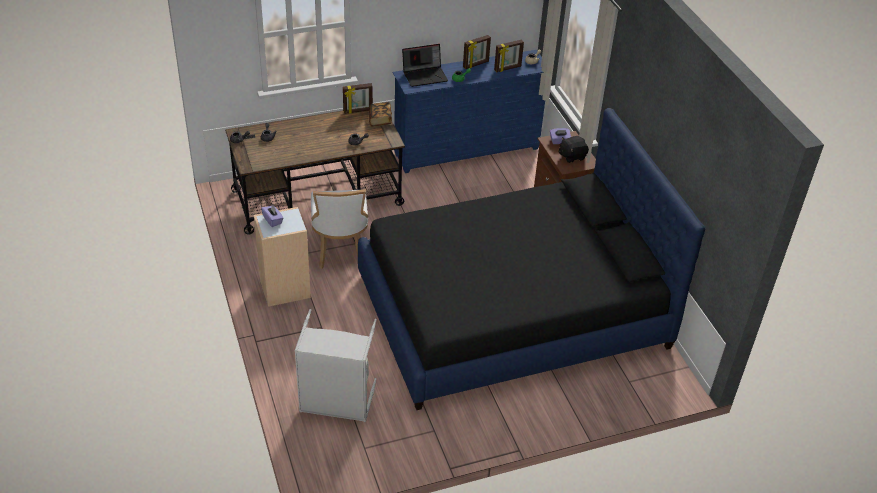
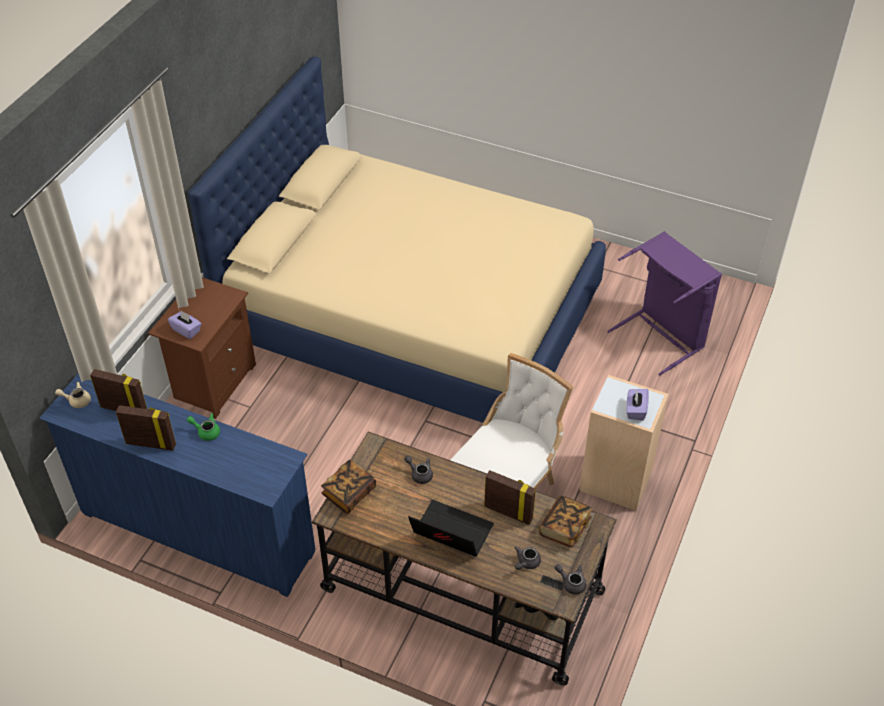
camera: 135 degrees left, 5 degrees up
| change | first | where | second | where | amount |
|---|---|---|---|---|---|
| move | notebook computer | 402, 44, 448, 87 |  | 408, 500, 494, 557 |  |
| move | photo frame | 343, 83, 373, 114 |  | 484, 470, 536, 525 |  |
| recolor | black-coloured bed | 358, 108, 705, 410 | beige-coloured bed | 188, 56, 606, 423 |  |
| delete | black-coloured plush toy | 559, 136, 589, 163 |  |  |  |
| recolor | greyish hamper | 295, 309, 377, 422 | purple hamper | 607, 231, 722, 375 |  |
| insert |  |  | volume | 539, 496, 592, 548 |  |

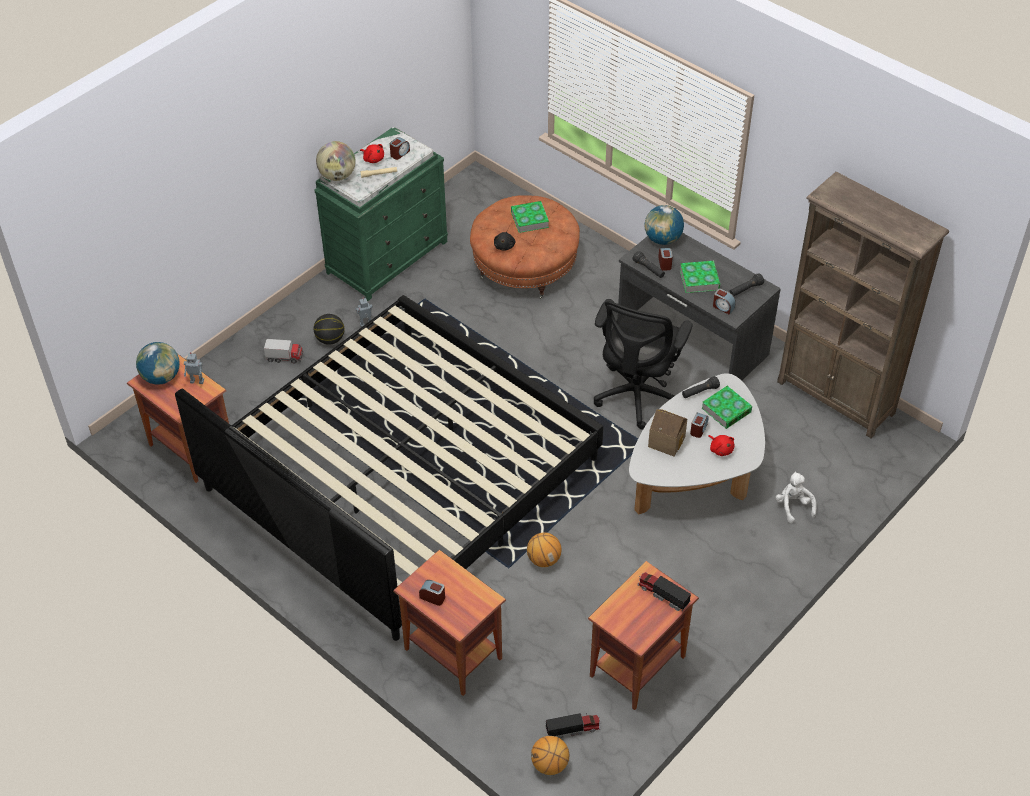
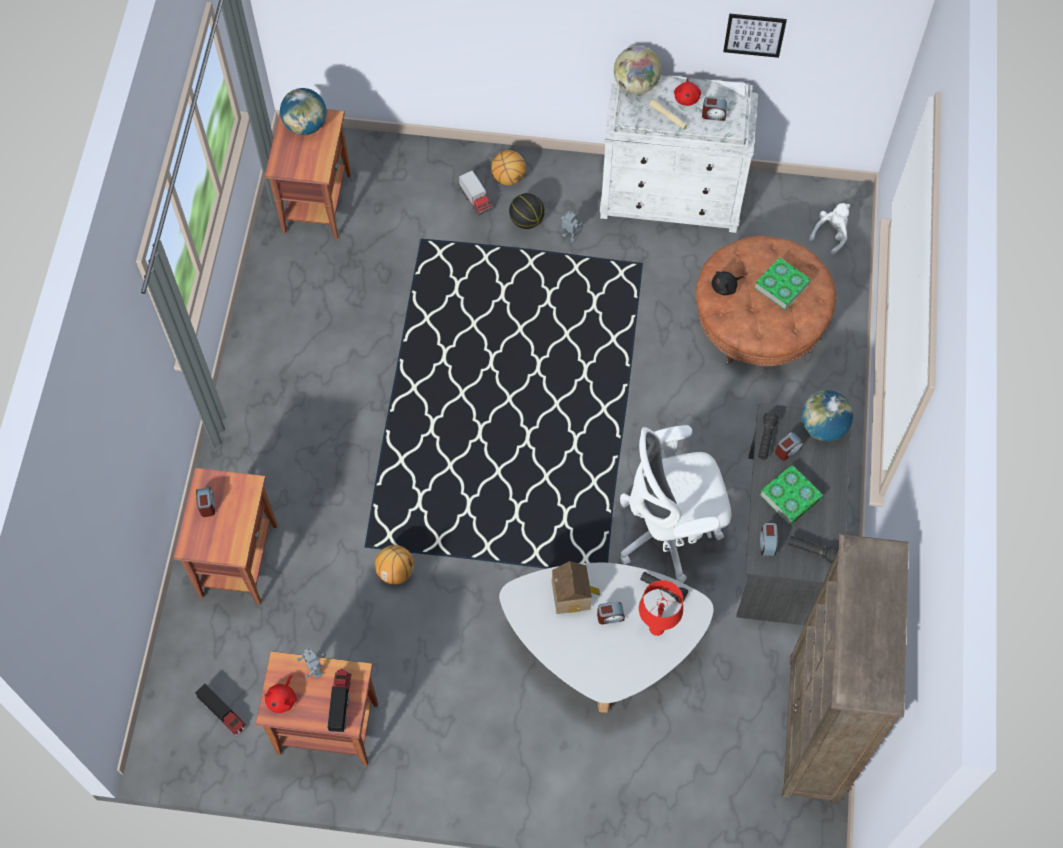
camera: 55 degrees right, 15 degrees up
| change | first | where | second | where | amount |
|---|---|---|---|---|---|
| recolor | green-coloured drawer chest | 315, 127, 448, 301 | white-coloured drawer chest | 600, 75, 758, 233 |  |
| delete | bed | 175, 295, 604, 641 |  |  |  |
| recolor | black-coloured desk chair | 594, 299, 693, 429 | white-coloured desk chair | 620, 425, 732, 583 |  |
| move | toy robot | 184, 352, 204, 384 |  | 297, 649, 326, 679 |  |
| replace | volume | 702, 386, 752, 429 | reddish tabletop lamp | 639, 580, 683, 636 |  |
| move | reddish plush toy | 708, 435, 735, 456 |  | 264, 675, 297, 713 |  |
| move | white-coloured plush toy | 776, 472, 816, 523 |  | 809, 203, 850, 255 |  |
| move | basketball ball | 531, 736, 569, 775 |  | 491, 150, 526, 185 |  |
| insert |  |  | picture | 723, 14, 787, 58 |  |

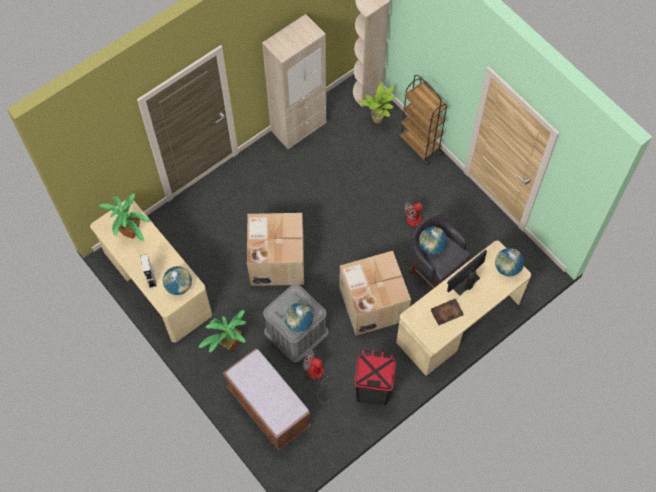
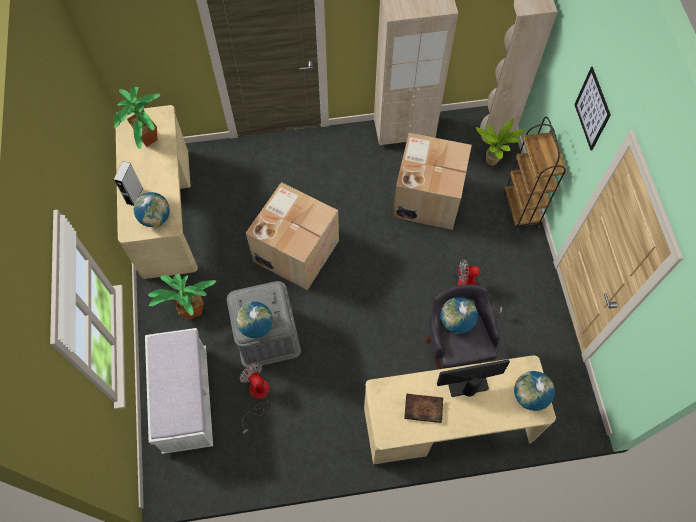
camera: 30 degrees right, 0 degrees up
| change | first | where | second | where | amount |
|---|---|---|---|---|---|
| move | cardboard box | 339, 251, 411, 336 |  | 392, 133, 472, 230 |  |
| recolor | brown-coloured bench | 223, 348, 311, 451 | white-coloured bench | 145, 328, 213, 454 |  |
| delete | black-coloured waste bin | 354, 349, 396, 405 |  |  |  |
| insert |  |  | picture | 574, 67, 611, 151 |  |

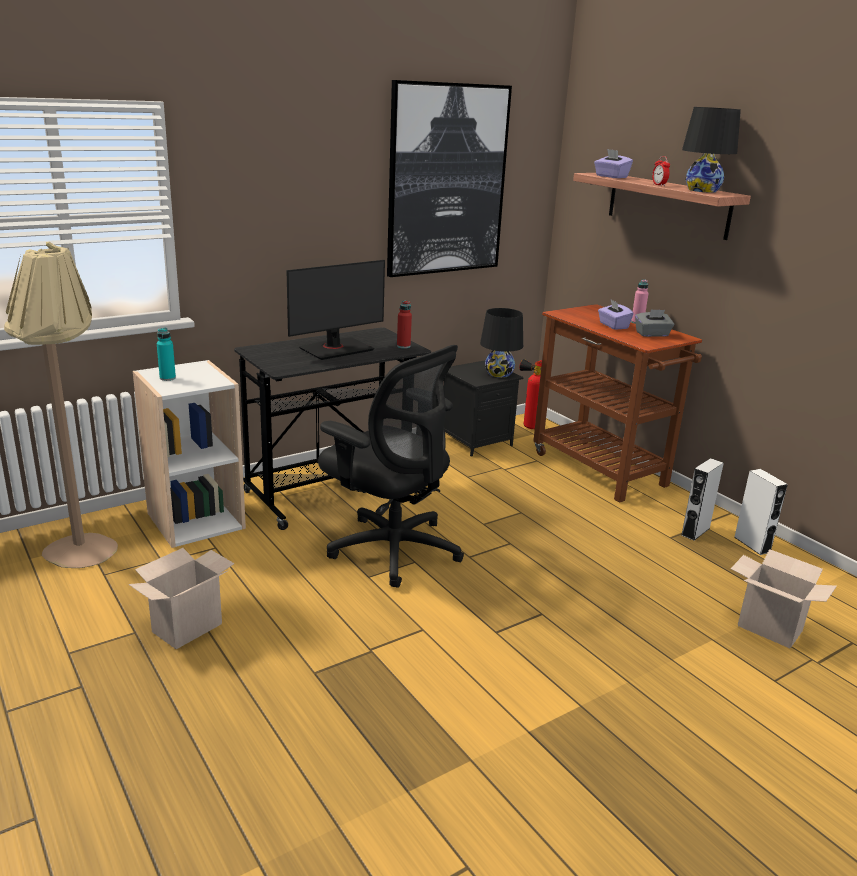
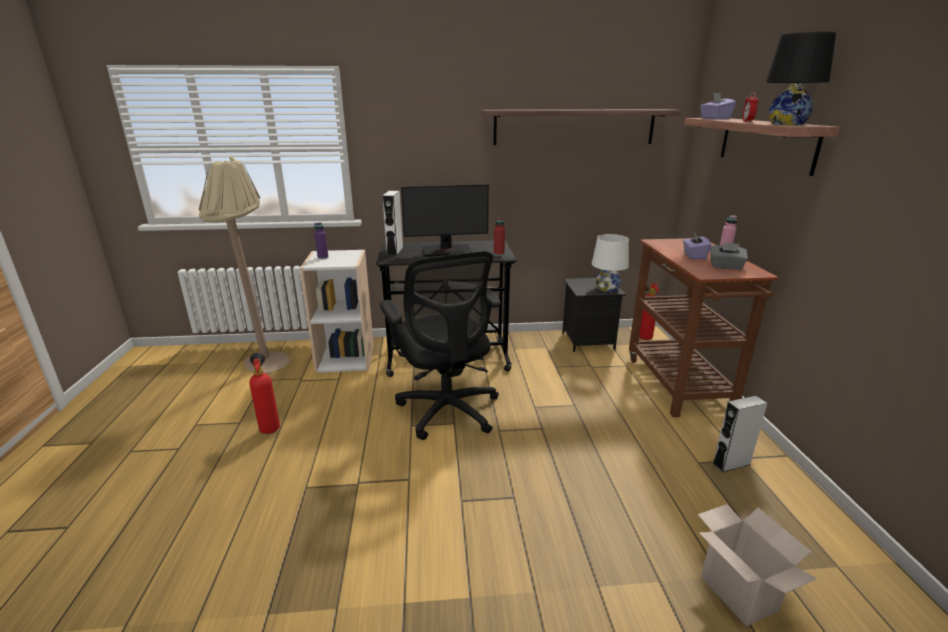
camera: 30 degrees right, 0 degrees up
| change | first | where | second | where | amount |
|---|---|---|---|---|---|
| replace | picture | 387, 80, 512, 277 | wall shelf | 481, 109, 681, 145 |  |
| recolor | black-coloured tabletop lamp | 480, 308, 523, 378 | white-coloured tabletop lamp | 592, 234, 629, 292 |  |
| recolor | blue-green drink bottle | 157, 328, 176, 381 | purple drink bottle | 314, 222, 329, 259 |  |
| move | white-coloured speaker | 734, 469, 788, 555 |  | 382, 191, 403, 255 |  |
| replace | cardboard box | 128, 548, 234, 649 | fire-fighting cylinder | 249, 353, 280, 434 |  |

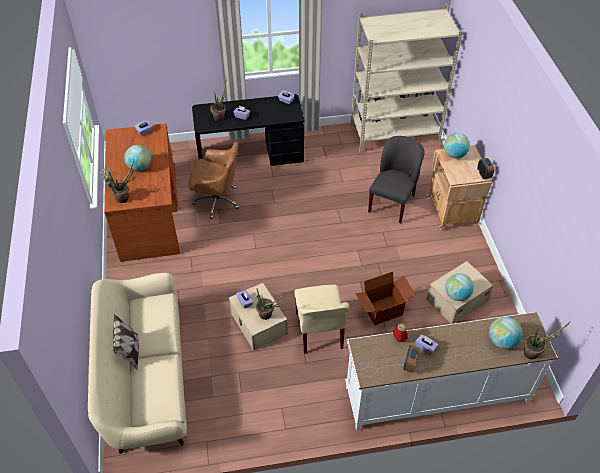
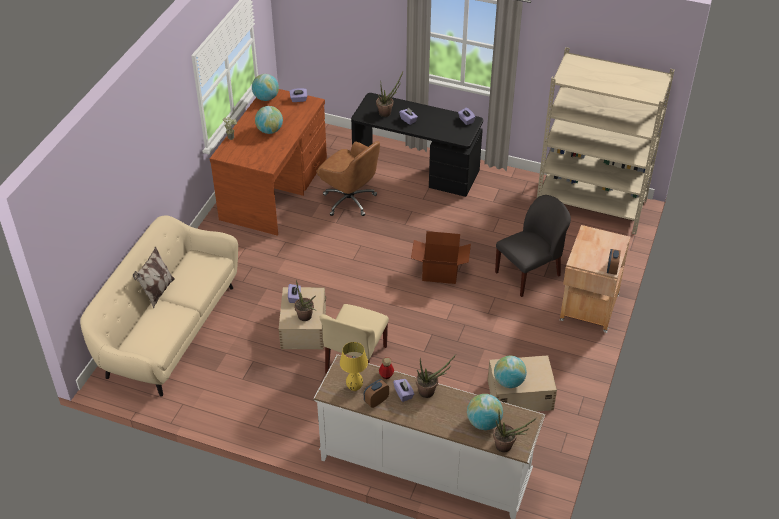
camera: 30 degrees right, 5 degrees down
| change | first | where | second | where | amount |
|---|---|---|---|---|---|
| move | desk globe | 444, 133, 470, 159 |  | 252, 74, 279, 101 |  |
| move | plant in a pot | 109, 160, 134, 203 |  | 416, 354, 456, 398 |  |
| move | cardboard box | 355, 272, 415, 325 |  | 411, 231, 471, 284 |  |
| insert |  |  | yellow-coloured tabletop lamp | 340, 342, 368, 391 |  |

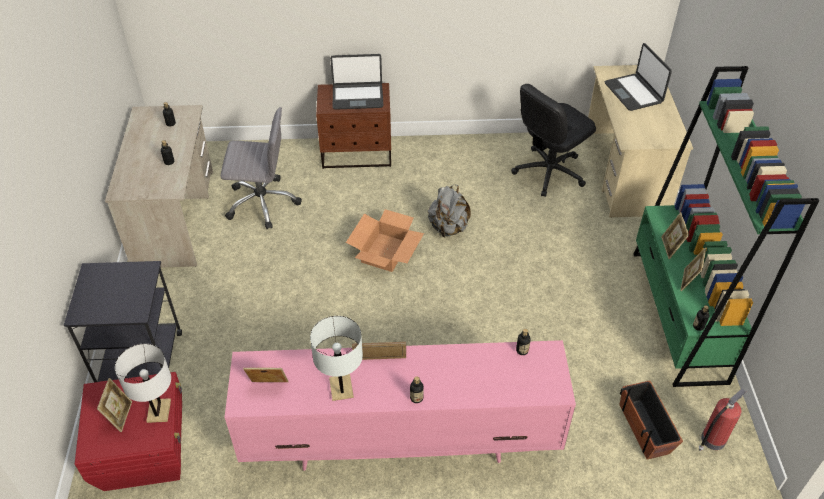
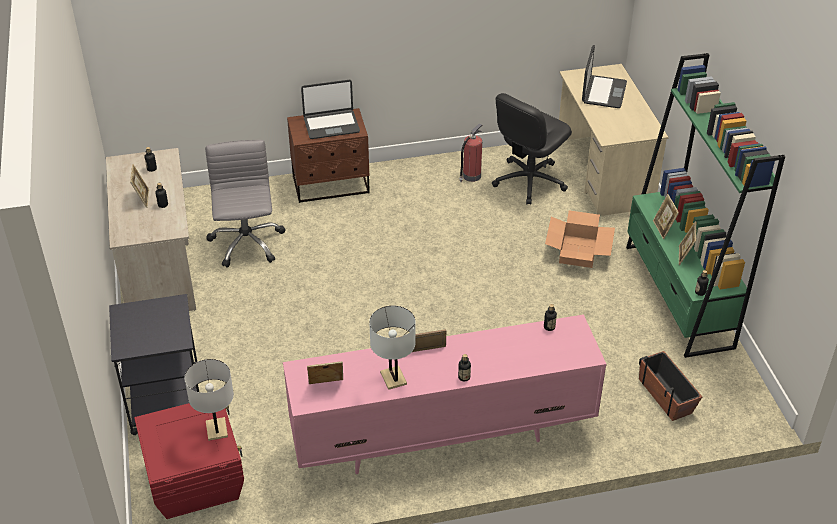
camera: 10 degrees left, 5 degrees down
| change | first | where | second | where | amount |
|---|---|---|---|---|---|
| rotate | notebook computer | 604, 43, 672, 111 |  | 582, 45, 627, 108 | 135 degrees counterclockwise |
| rotate | greyish desk chair | 221, 107, 302, 229 |  | 205, 140, 286, 267 | 90 degrees counterclockwise |
| delete | greyish rucksack | 428, 185, 471, 237 |  |  |  |
| move | cardboard box | 346, 209, 424, 272 |  | 545, 210, 615, 268 |  |
| move | photo frame | 97, 378, 132, 432 |  | 130, 164, 149, 208 |  |
| move | fire-fighting cylinder | 699, 389, 746, 451 |  | 459, 123, 482, 183 |  |

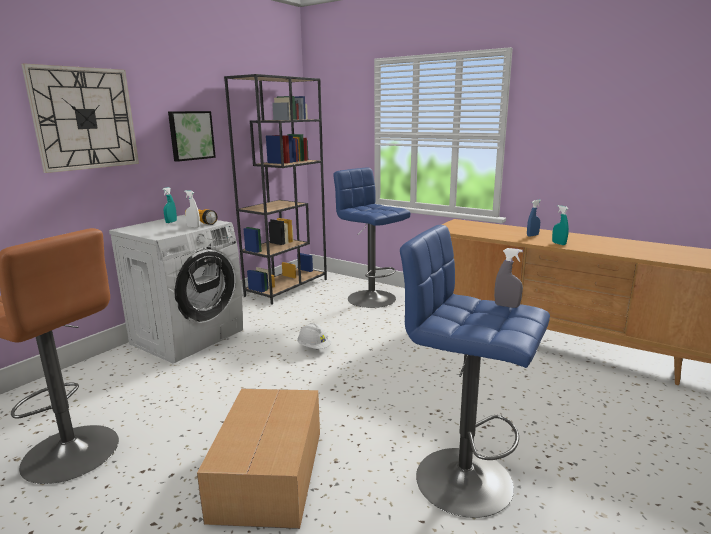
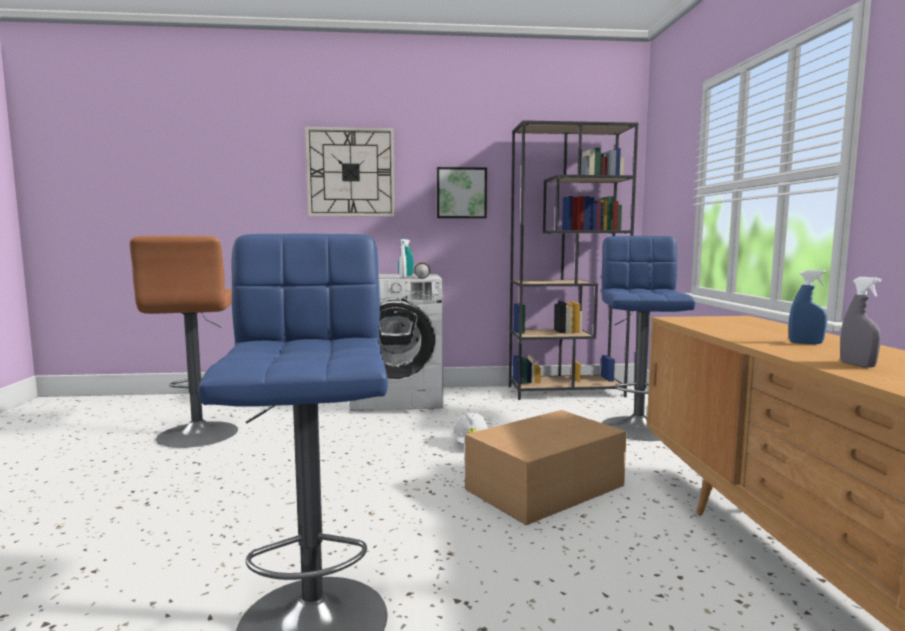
camera: 50 degrees right, 10 degrees down
| change | first | where | second | where | amount |
|---|---|---|---|---|---|
| delete | blue-green hand sprayer | 552, 205, 569, 245 |  |  |  |
| move | greyish hand sprayer | 494, 248, 523, 308 |  | 840, 277, 882, 368 |  |
| move | cardboard box | 197, 389, 320, 529 |  | 465, 410, 627, 525 |  |

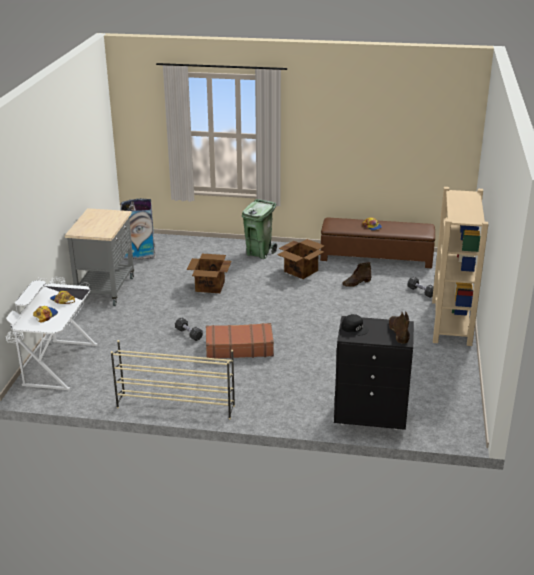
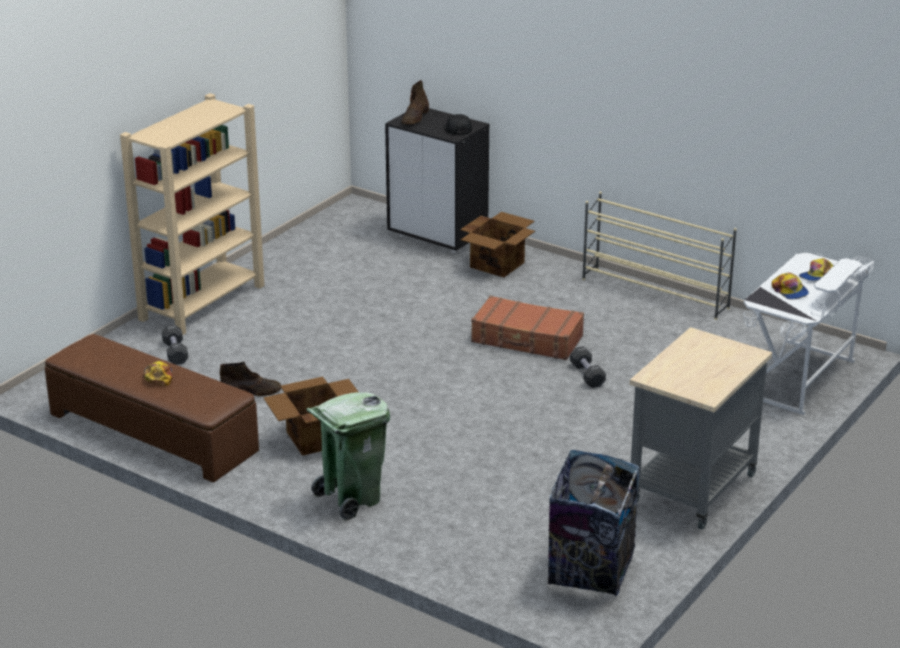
camera: 155 degrees left, 0 degrees up
| change | first | where | second | where | amount |
|---|---|---|---|---|---|
| move | cardboard box | 187, 254, 232, 293 |  | 460, 212, 535, 277 |  |

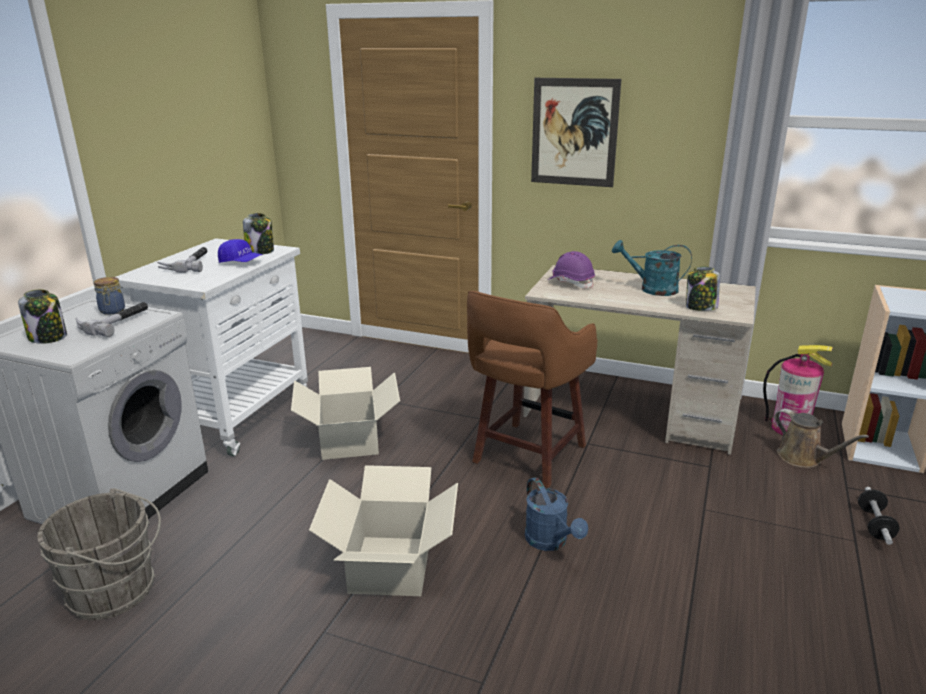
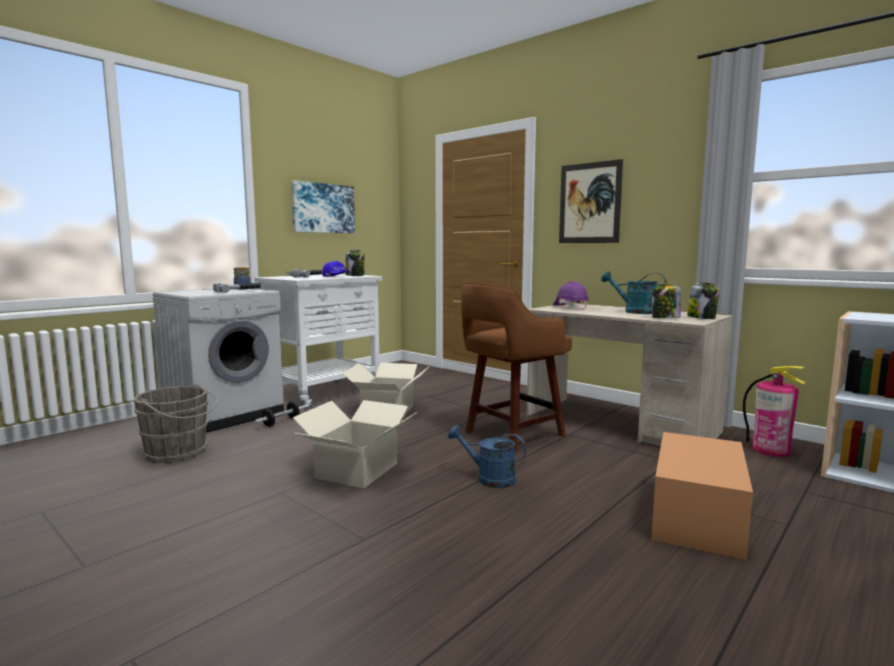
camera: 20 degrees right, 15 degrees down
| change | first | where | second | where | amount |
|---|---|---|---|---|---|
| move | preserve jar | 18, 289, 67, 344 |  | 687, 282, 719, 319 |  |
| delete | brown-coloured watering pot | 775, 409, 869, 468 |  |  |  |
| rotate | blue watering pot | 525, 477, 588, 551 |  | 448, 425, 526, 488 | 120 degrees clockwise |
| move | free weight | 858, 487, 899, 545 |  | 255, 402, 305, 427 |  |
| insert |  |  | picture | 291, 180, 355, 233 |  |
| insert |  |  | cardboard box | 651, 432, 753, 560 |  |

